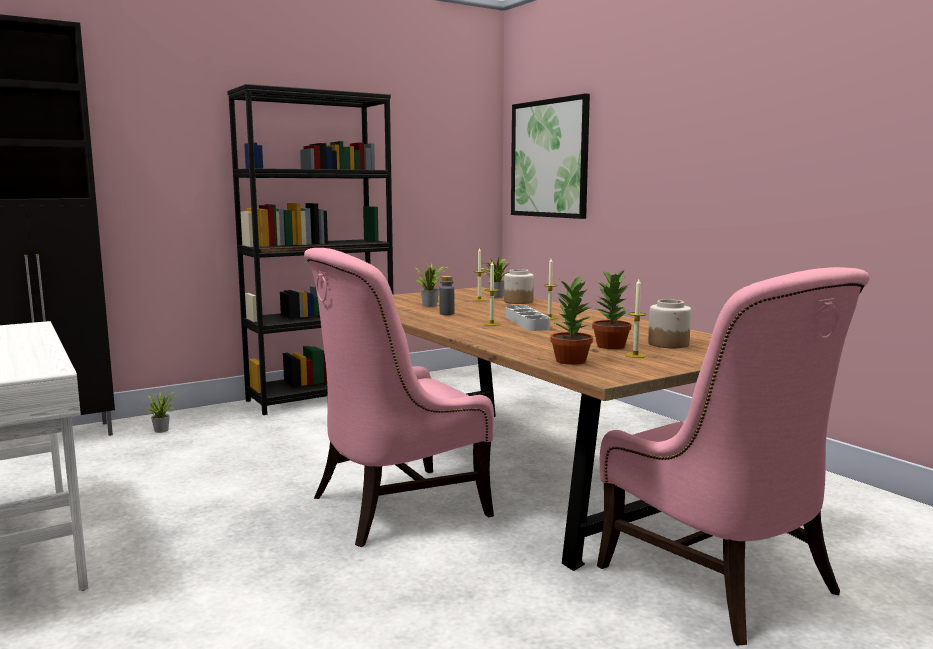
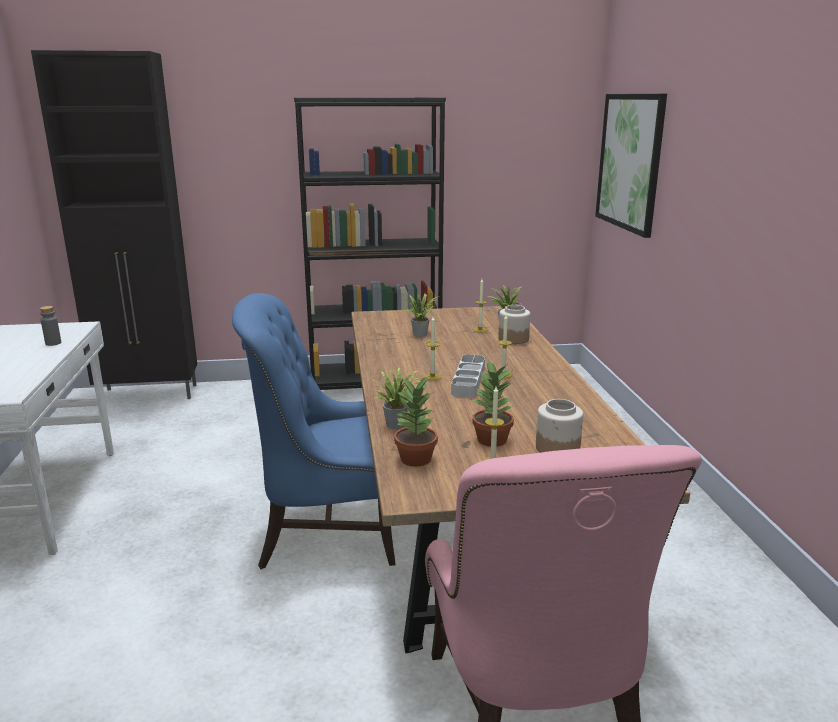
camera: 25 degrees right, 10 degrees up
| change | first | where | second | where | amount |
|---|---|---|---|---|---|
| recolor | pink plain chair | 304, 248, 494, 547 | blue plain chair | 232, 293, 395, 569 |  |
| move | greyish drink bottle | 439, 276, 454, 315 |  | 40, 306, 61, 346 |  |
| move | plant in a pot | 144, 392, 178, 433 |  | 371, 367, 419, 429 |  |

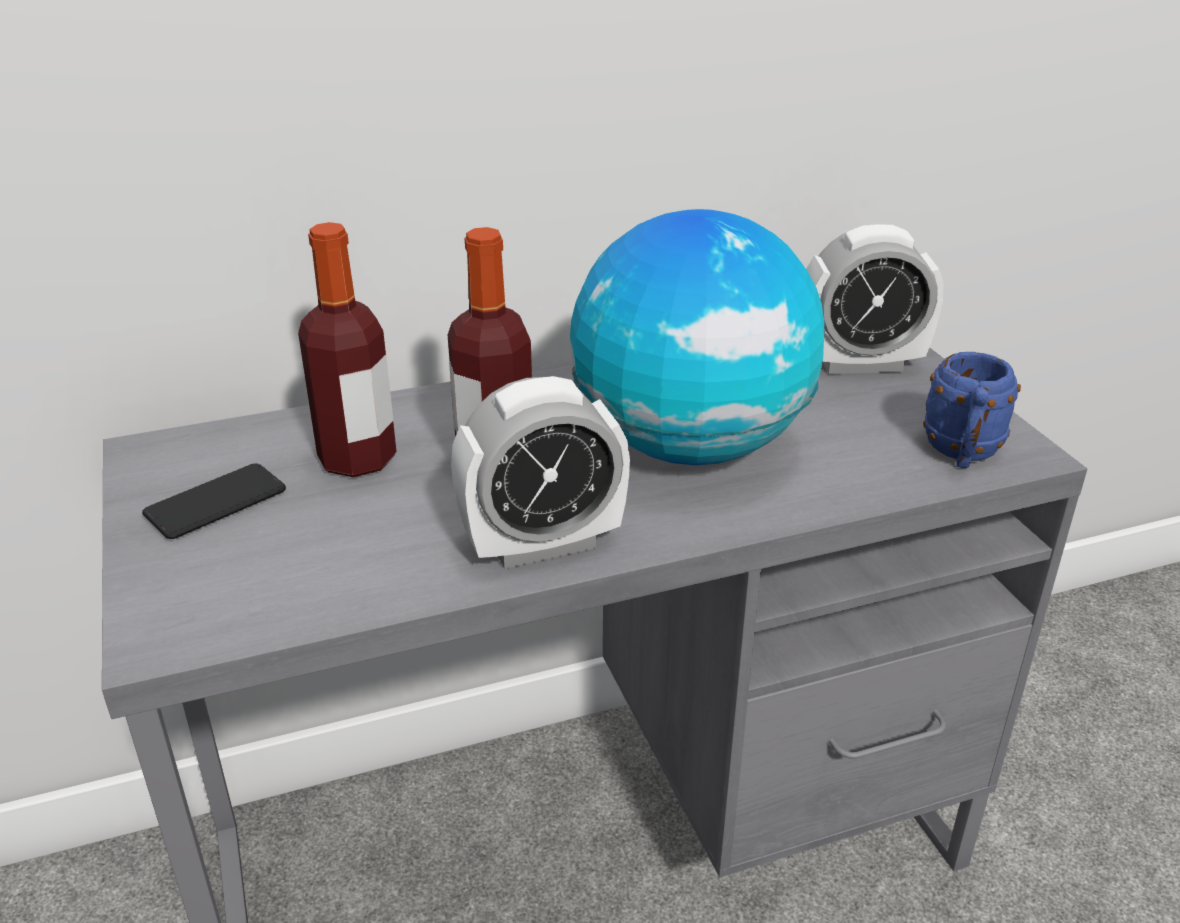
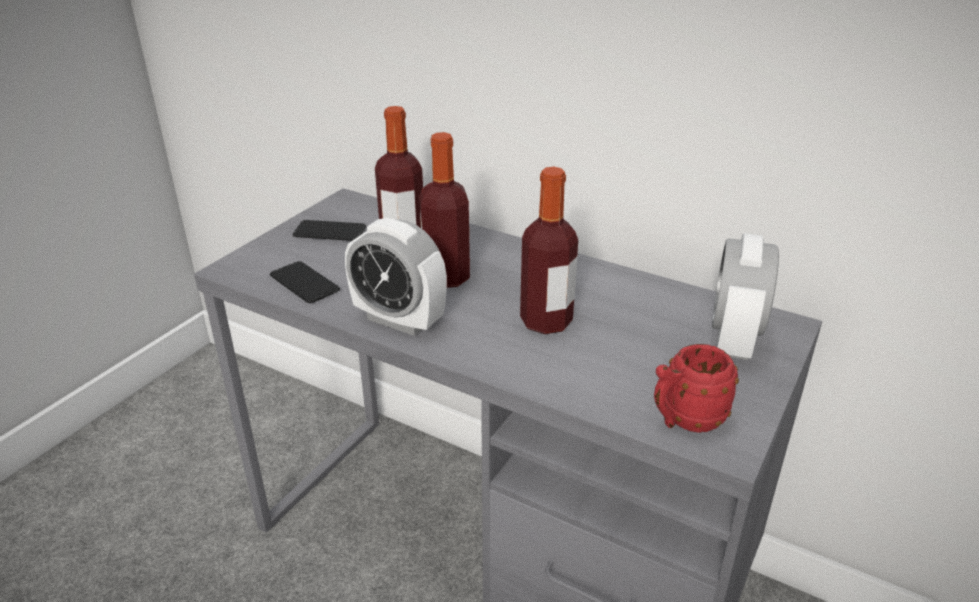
camera: 50 degrees right, 0 degrees up
| change | first | where | second | where | amount |
|---|---|---|---|---|---|
| replace | desk globe | 570, 209, 824, 465 | drink bottle | 520, 167, 578, 334 |  |
| rotate | alarm clock | 806, 224, 943, 374 |  | 712, 233, 779, 360 | 60 degrees clockwise |
| recolor | blue tea mug | 923, 352, 1021, 468 | reddish tea mug | 654, 344, 739, 432 |  |
| insert |  |  | telephone | 270, 261, 340, 303 |  |

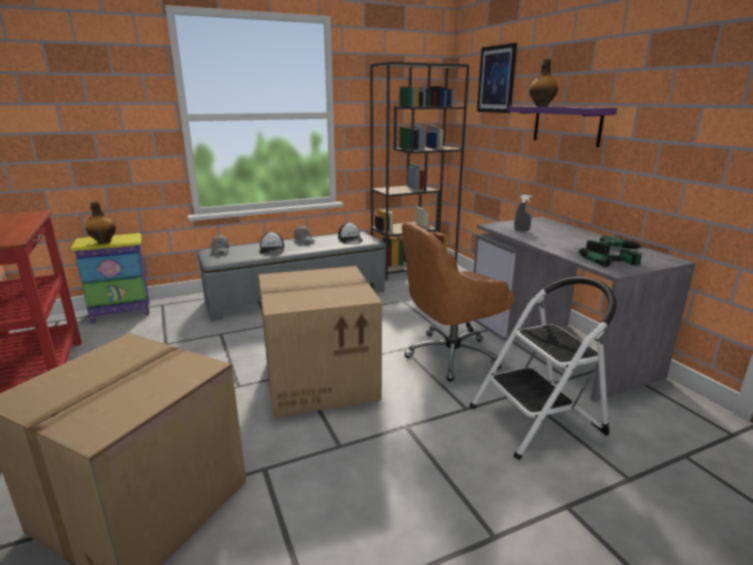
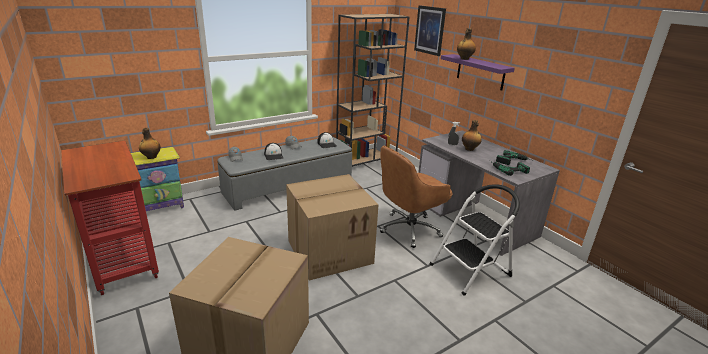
camera: 10 degrees left, 5 degrees up
| change | first | where | second | where | amount |
|---|---|---|---|---|---|
| insert |  |  | drink bottle | 462, 120, 482, 151 |  |

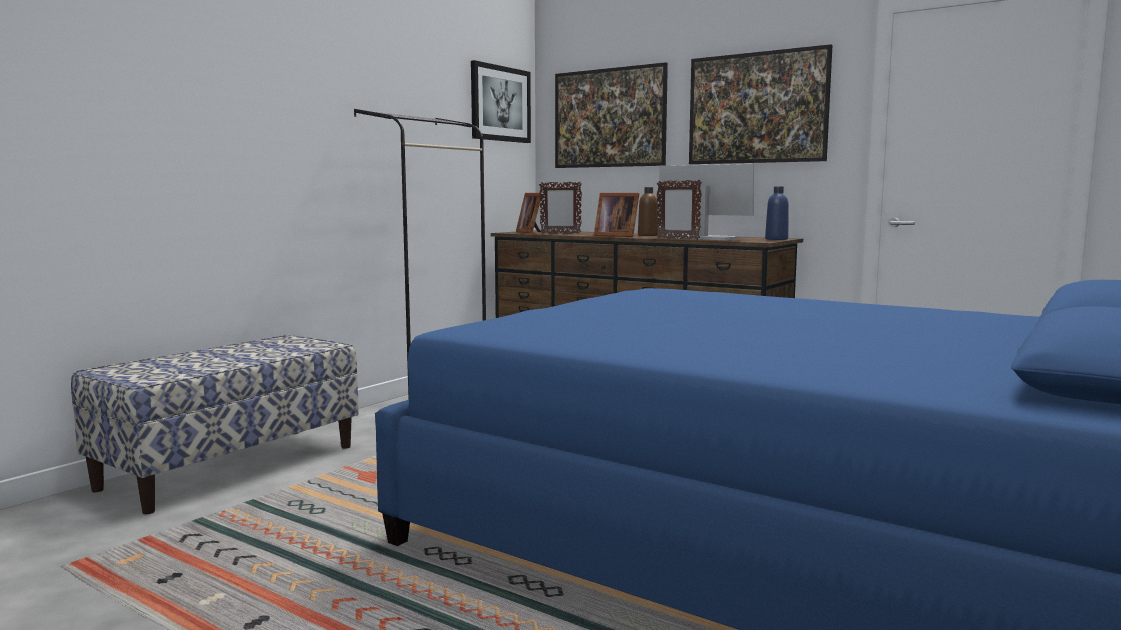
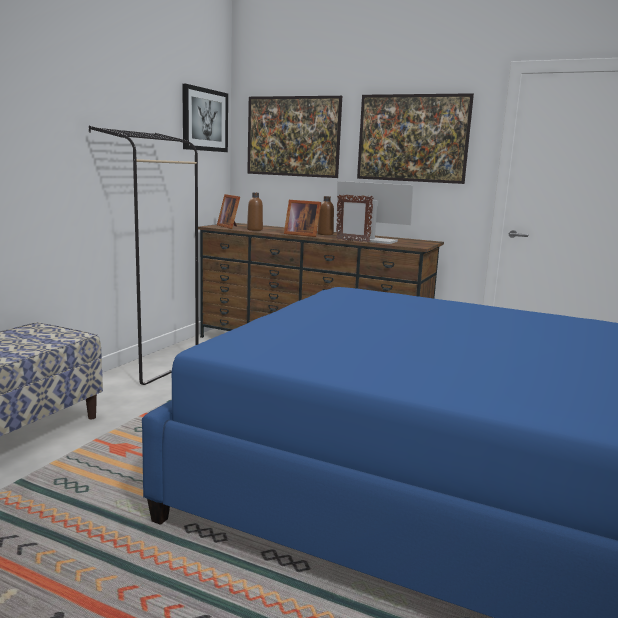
camera: 10 degrees left, 5 degrees up
| change | first | where | second | where | amount |
|---|---|---|---|---|---|
| replace | photo frame | 539, 181, 582, 234 | brown-coloured drink bottle | 247, 193, 263, 231 |  |
| delete | blue drink bottle | 765, 186, 789, 240 |  |  |  |

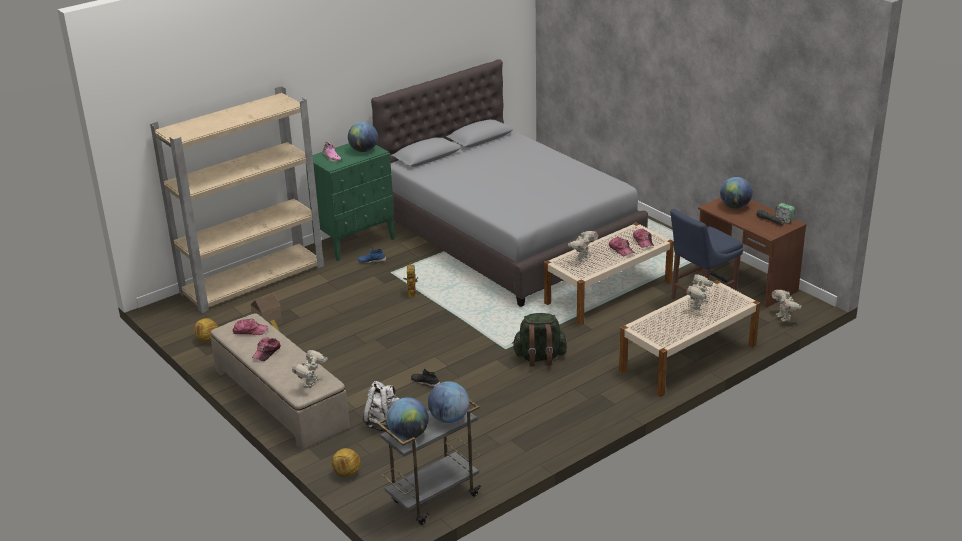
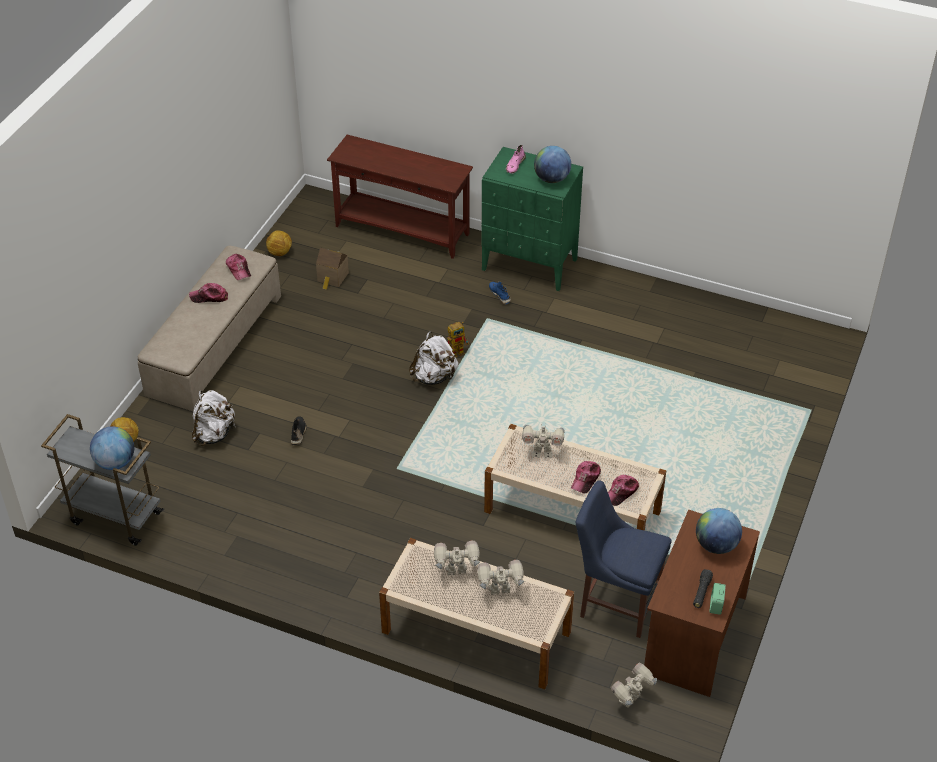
camera: 60 degrees right, 15 degrees up
| change | first | where | second | where | amount |
|---|---|---|---|---|---|
| delete | greyish bed | 371, 59, 648, 307 |  |  |  |
| replace | beige-coloured bookcase | 150, 86, 324, 313 | brown-coloured narrow table | 327, 135, 473, 259 |  |
| delete | green-coloured rucksack | 512, 313, 567, 367 |  |  |  |
| move | toy robot | 292, 350, 327, 388 |  | 434, 541, 480, 575 |  |
| delete | desk globe | 386, 397, 429, 440 |  |  |  |
| insert |  |  | white-coloured rucksack | 409, 331, 459, 385 |  |

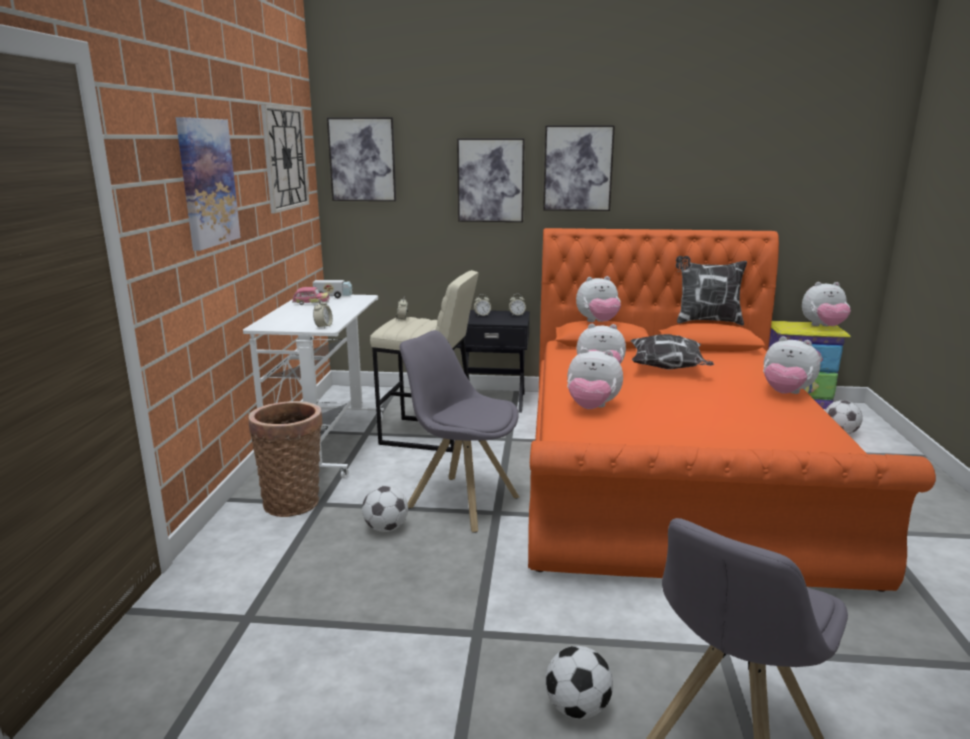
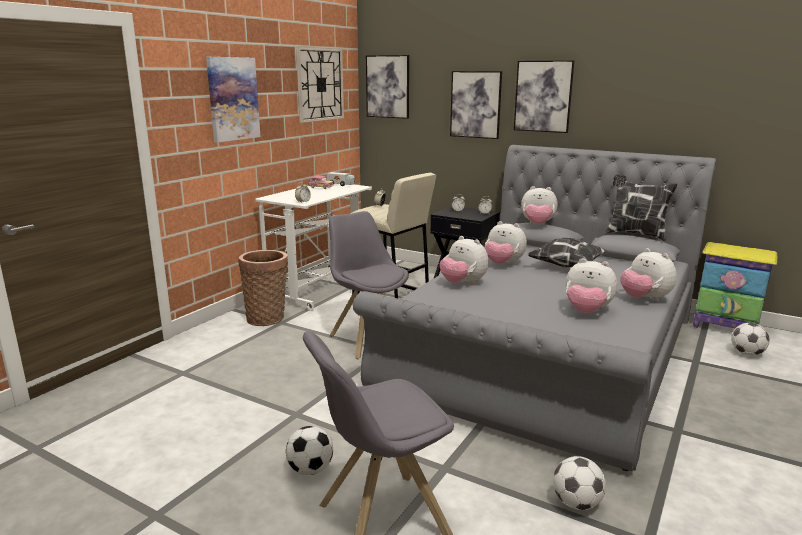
camera: 25 degrees right, 0 degrees up
| change | first | where | second | where | amount |
|---|---|---|---|---|---|
| recolor | orange-coloured bed | 528, 228, 936, 592 | greyish bed | 353, 145, 716, 471 |  |
| move | plush toy | 802, 282, 851, 326 |  | 566, 258, 617, 313 |  |
| move | ball for football | 362, 486, 408, 532 |  | 553, 456, 606, 510 |  |

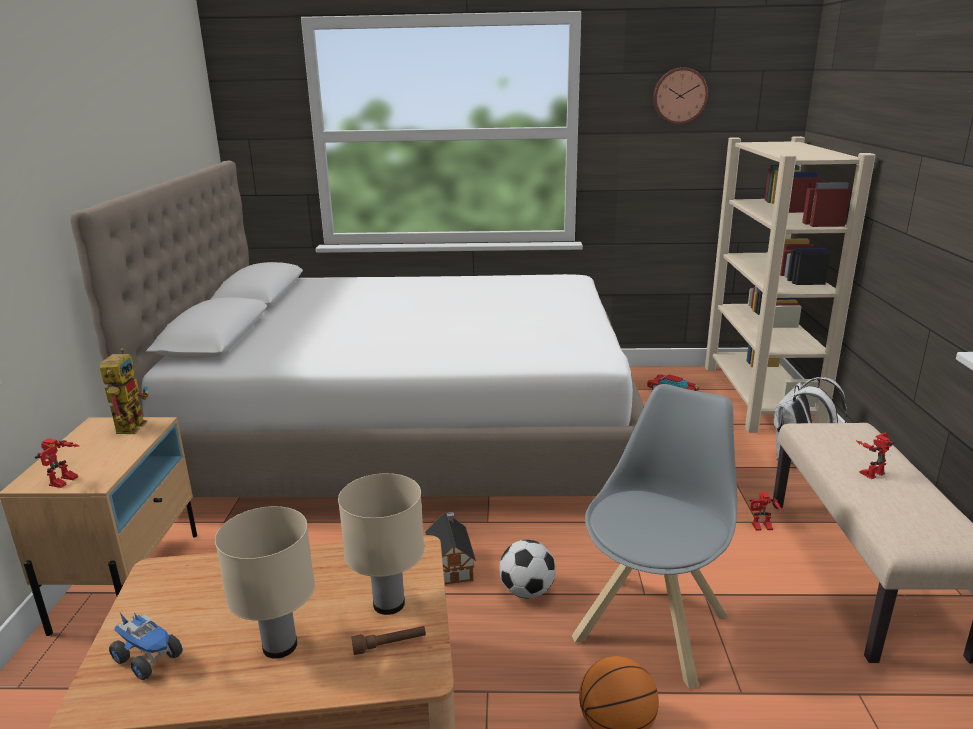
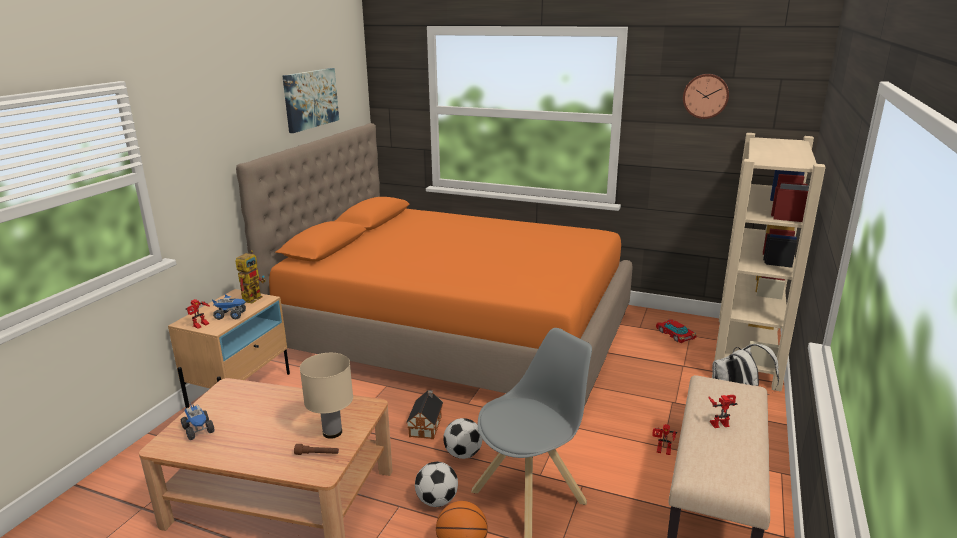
camera: 20 degrees right, 0 degrees up
| change | first | where | second | where | amount |
|---|---|---|---|---|---|
| recolor | white-coloured bed | 70, 160, 644, 497 | orange-coloured bed | 236, 123, 633, 407 |  |
| delete | beige-coloured tabletop lamp | 215, 506, 315, 659 |  |  |  |
| insert |  |  | picture | 282, 68, 339, 133 |  |
| insert |  |  | toy truck | 212, 294, 246, 320 |  |
| insert |  |  | ball for football | 415, 462, 458, 507 |  |

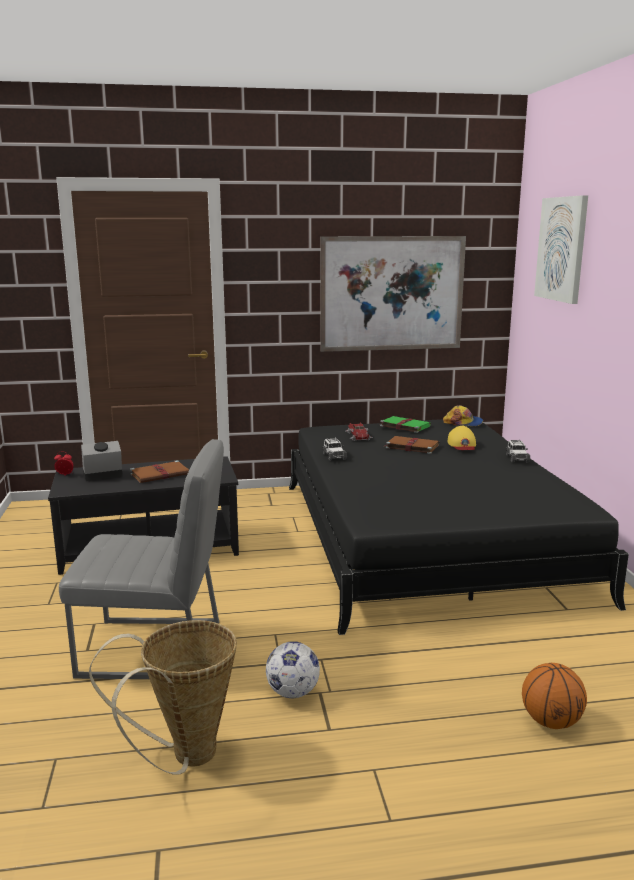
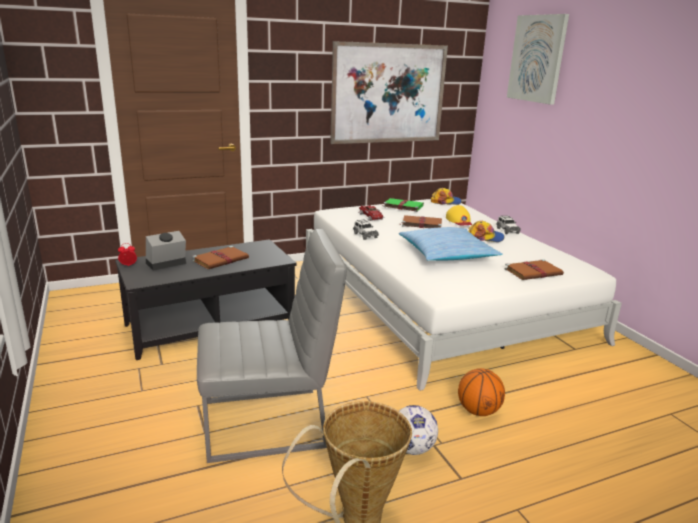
camera: 15 degrees left, 5 degrees up
| change | first | where | second | where | amount |
|---|---|---|---|---|---|
| recolor | black-coloured bed | 289, 419, 629, 635 | white-coloured bed | 306, 199, 622, 391 |  |
| move | basketball ball | 522, 663, 587, 729 |  | 458, 368, 505, 416 |  |
| insert |  |  | peaked cap | 468, 221, 504, 242 |  |
| insert |  |  | cushion | 399, 227, 503, 261 |  |
| insert |  |  | brown-coloured volume | 505, 259, 564, 280 |  |

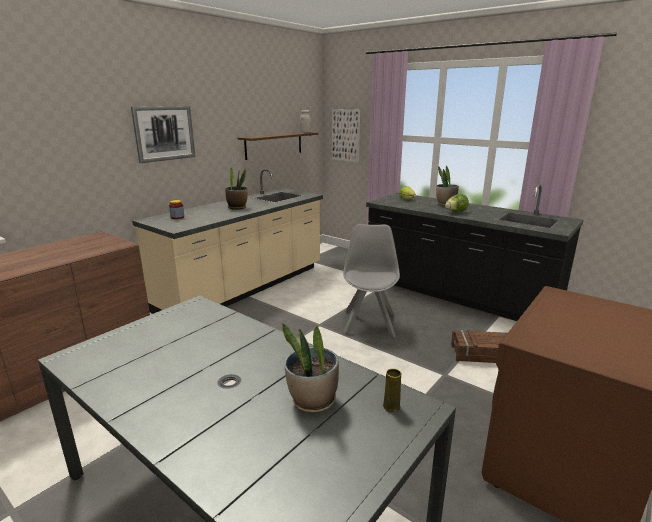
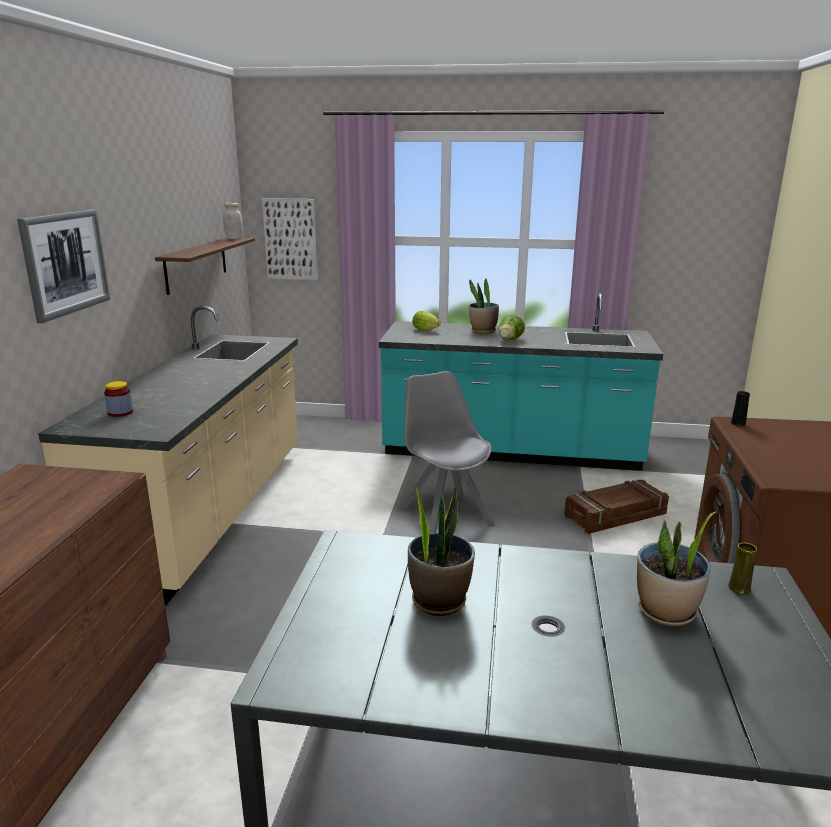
camera: 30 degrees left, 0 degrees up
| change | first | where | second | where | amount |
|---|---|---|---|---|---|
| move | plant in a pot | 225, 165, 248, 210 |  | 408, 483, 475, 616 |  |
| recolor | black-coloured kitchen counter | 366, 185, 583, 321 | blue-green kitchen counter | 379, 293, 663, 471 |  |
| insert |  |  | black-coloured vase | 731, 391, 750, 426 |  |

